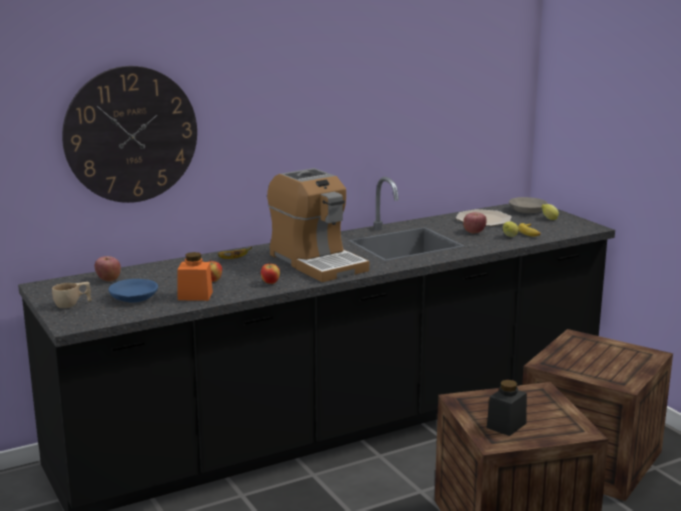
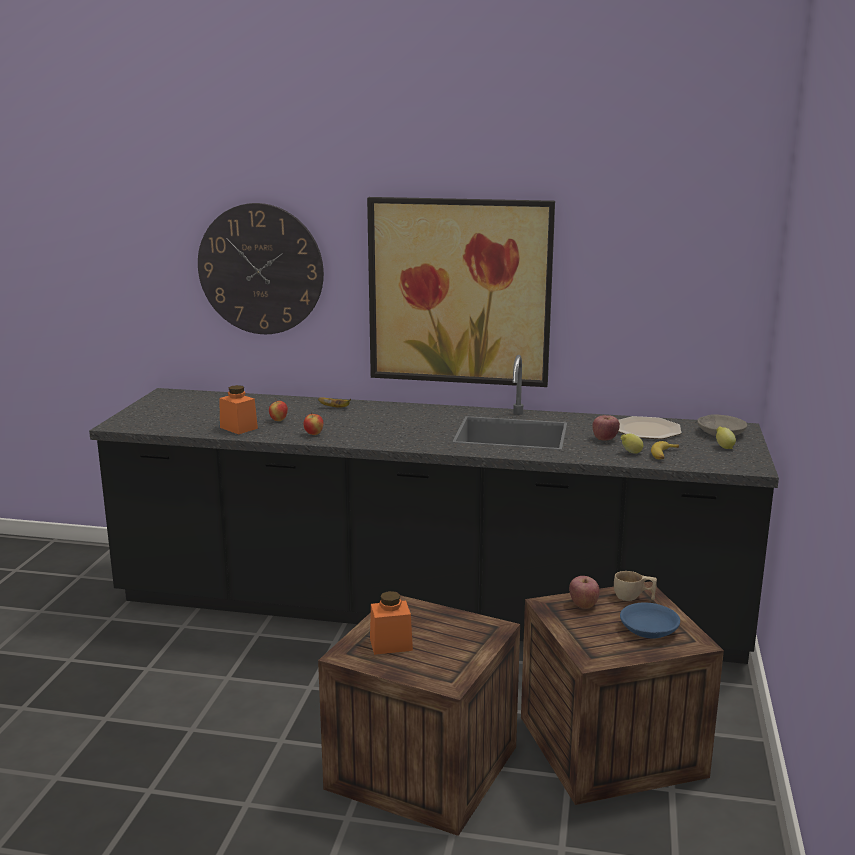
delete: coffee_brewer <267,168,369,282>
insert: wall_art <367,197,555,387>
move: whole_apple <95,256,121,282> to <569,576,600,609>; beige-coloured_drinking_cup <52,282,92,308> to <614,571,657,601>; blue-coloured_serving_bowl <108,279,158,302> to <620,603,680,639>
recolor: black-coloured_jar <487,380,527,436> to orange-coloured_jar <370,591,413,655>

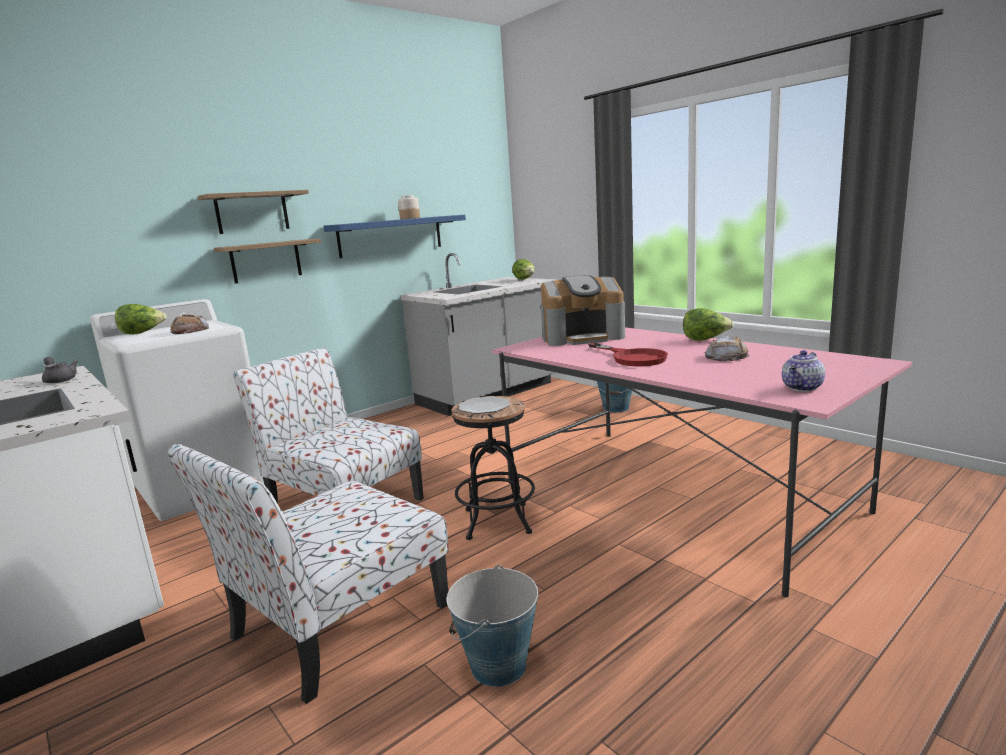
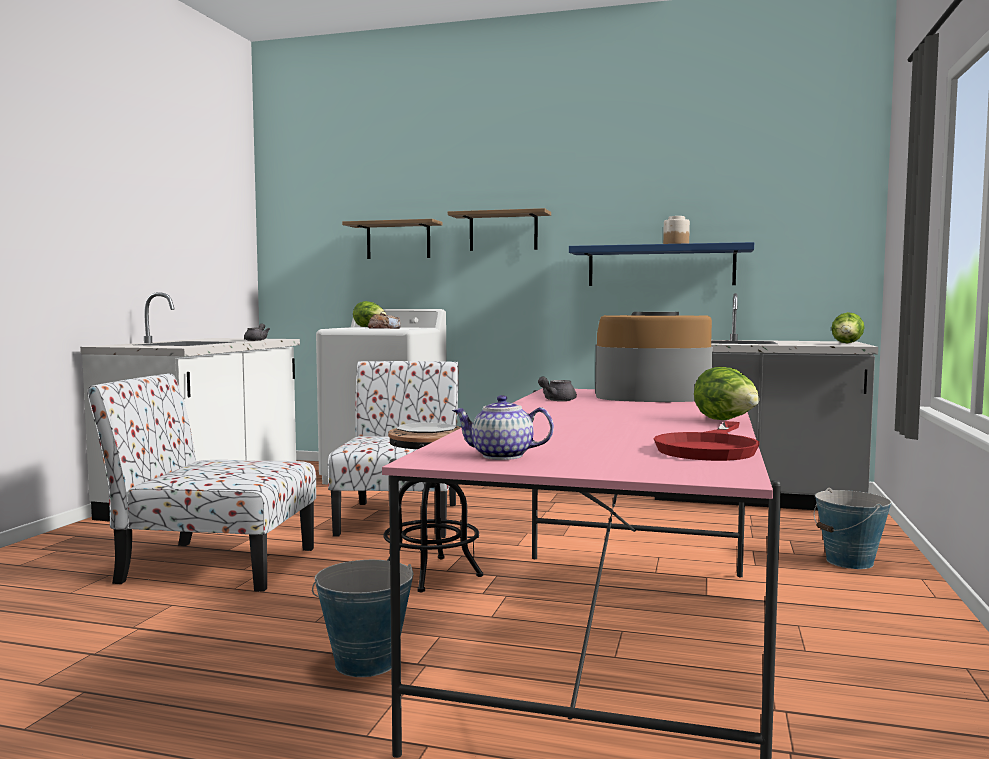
delete: bread <705,335,750,361>
insert: gray_teapot <538,377,577,401>
move: bucket <447,565,538,687> to <312,560,413,677>; shelf <214,239,321,284> to <342,219,443,259>; red-coloured_skillet <588,343,668,366> to <654,421,760,461>
rotate: coffee_brewer <541,275,625,346> = <595,312,713,402> 135 degrees clockwise

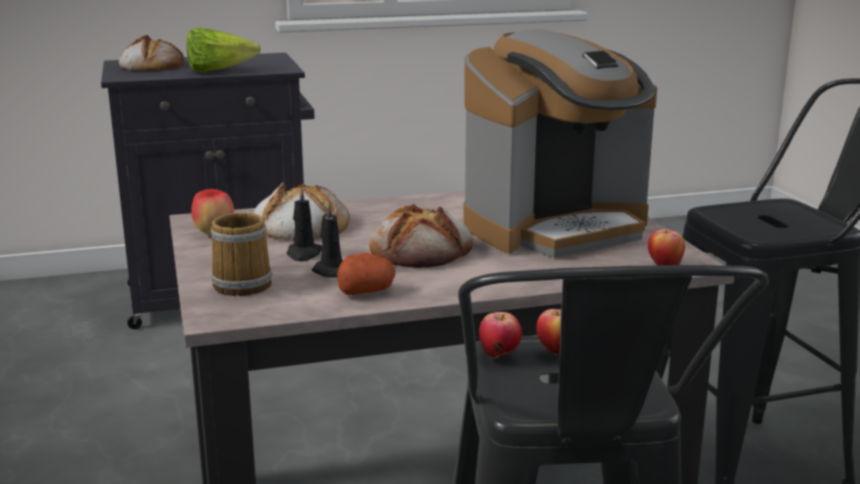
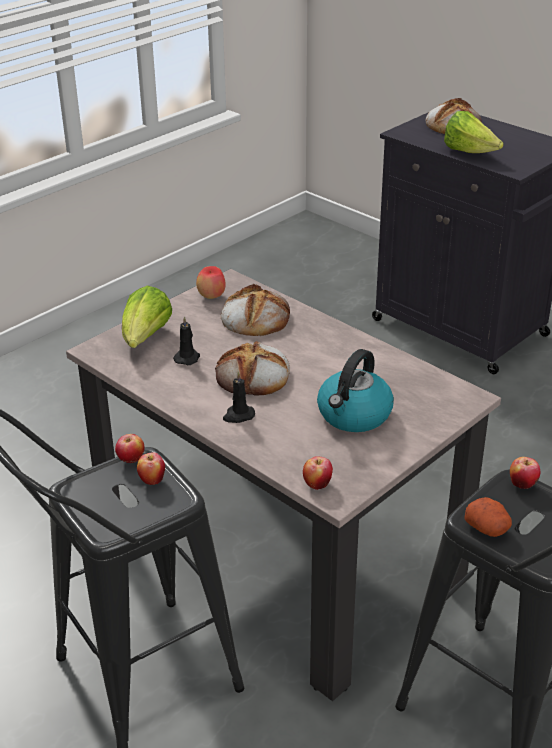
insert: whole_apple <510,457,540,489>
move: black-coloured_wax_candle <287,187,322,261> to <223,371,255,423>; potato <337,253,395,295> to <464,497,512,537>
replace: mug <211,212,273,296> to lettuce_head <122,286,172,348>; coffee_brewer <464,29,657,258> to water_kettle <317,349,394,432>

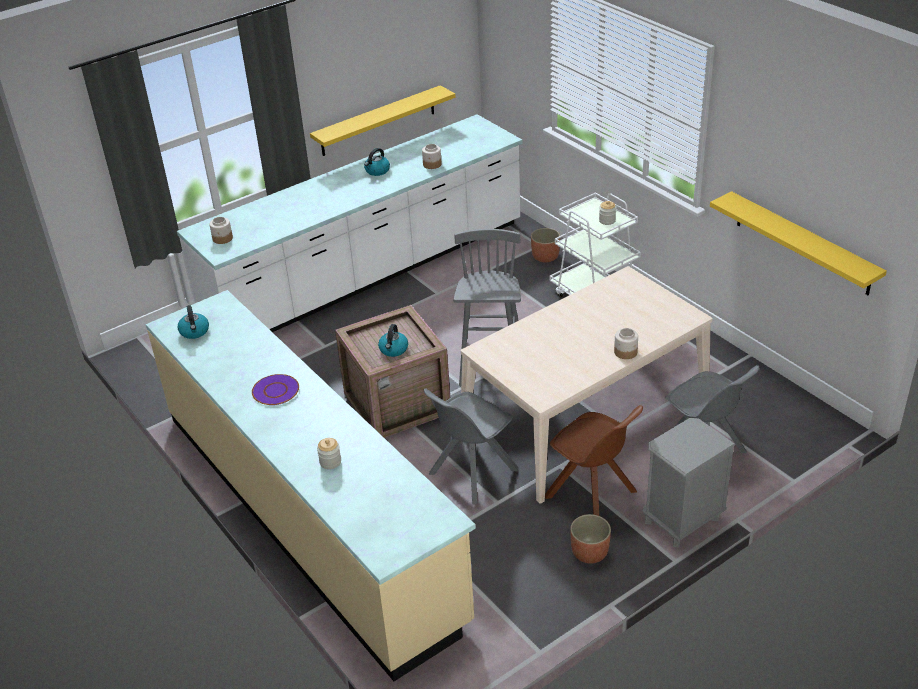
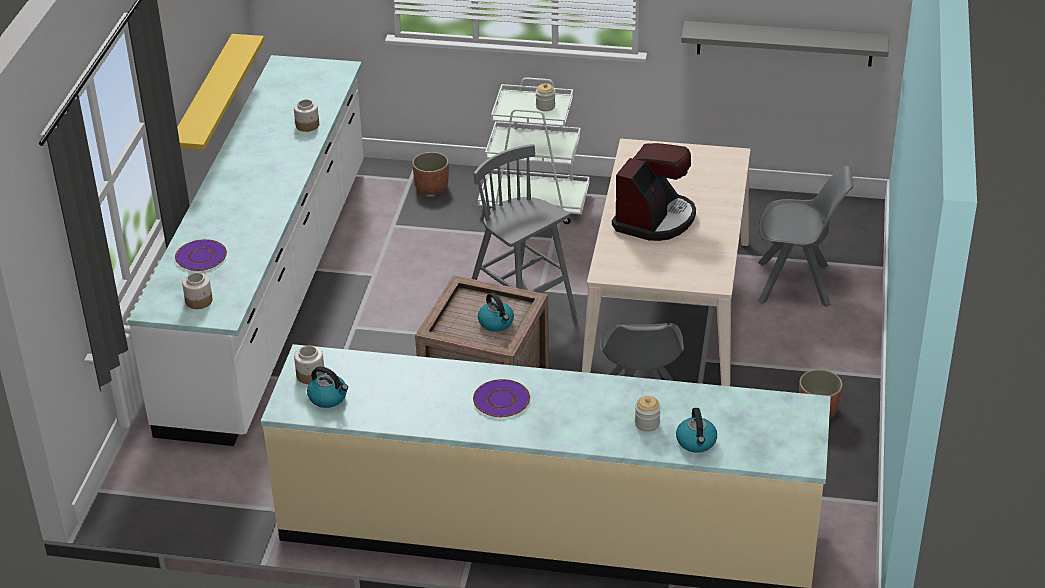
delete: brown-coloured_chair <545,405,643,516>; gray_bedside_table <643,418,735,547>
insert: purple_dinner_plate <175,239,227,271>; coffee_brewer <612,143,696,241>
move: jar <614,328,638,359> to <294,346,325,384>; water_kettle <364,148,390,176> to <676,408,717,453>
recolor: yellow-coloured_shelf <710,191,887,295> to gray_shelf <681,21,889,66>

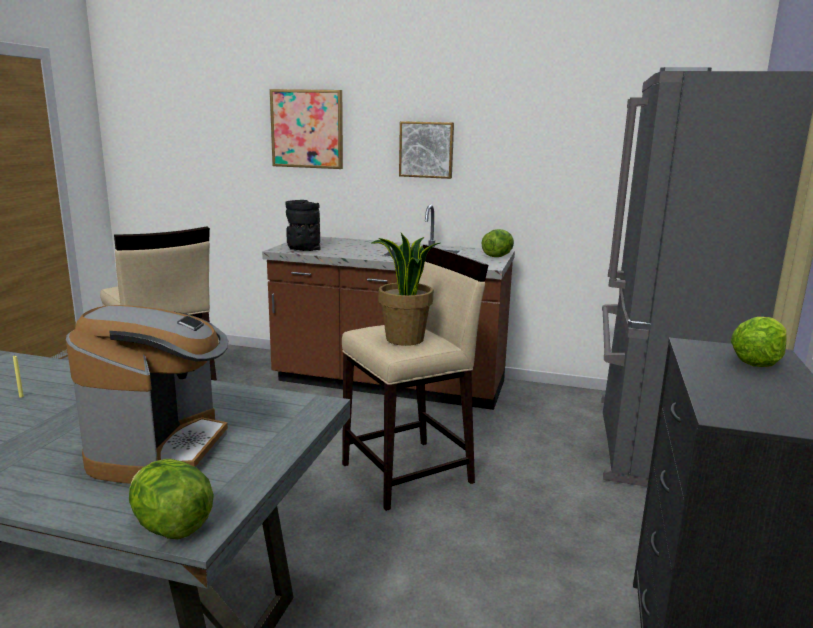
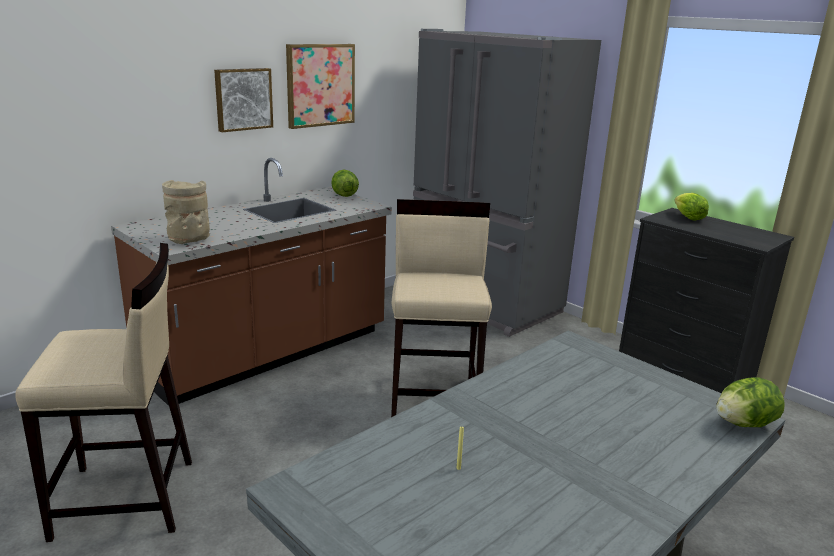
delete: coffee_brewer <66,305,228,484>; potted_plant <372,233,440,346>
move: wall_art <270,89,343,169> to <286,44,355,129>
recolor: black-coloured_flower_vase <286,200,320,251> to beige-coloured_flower_vase <162,180,210,244>

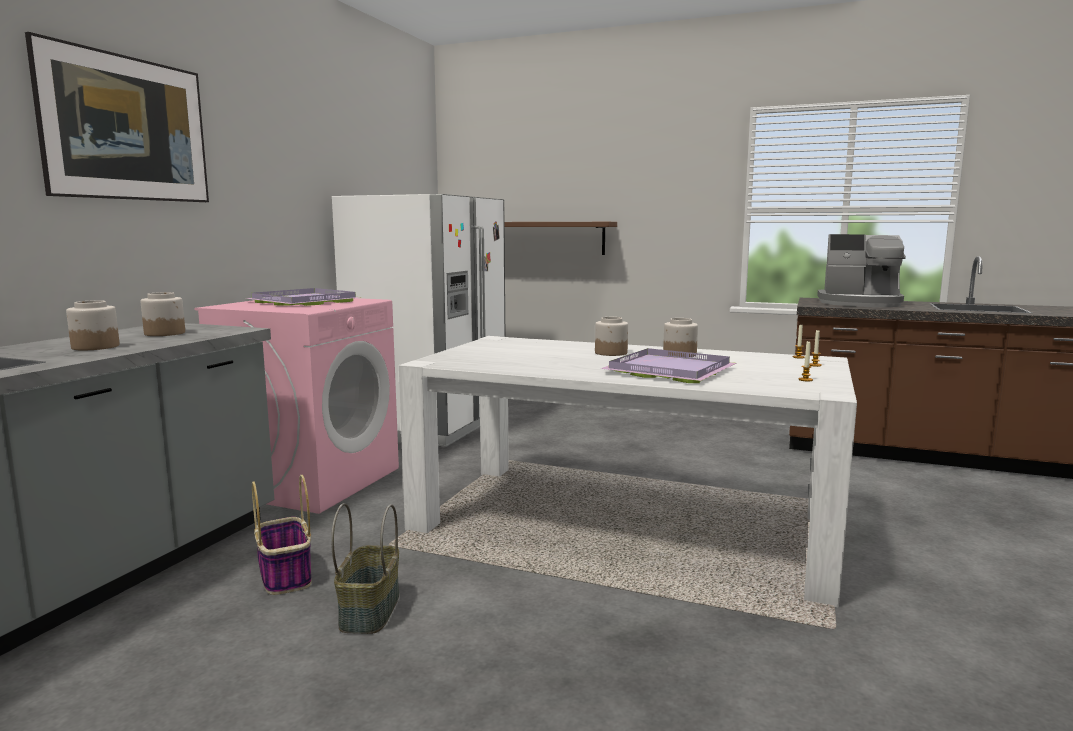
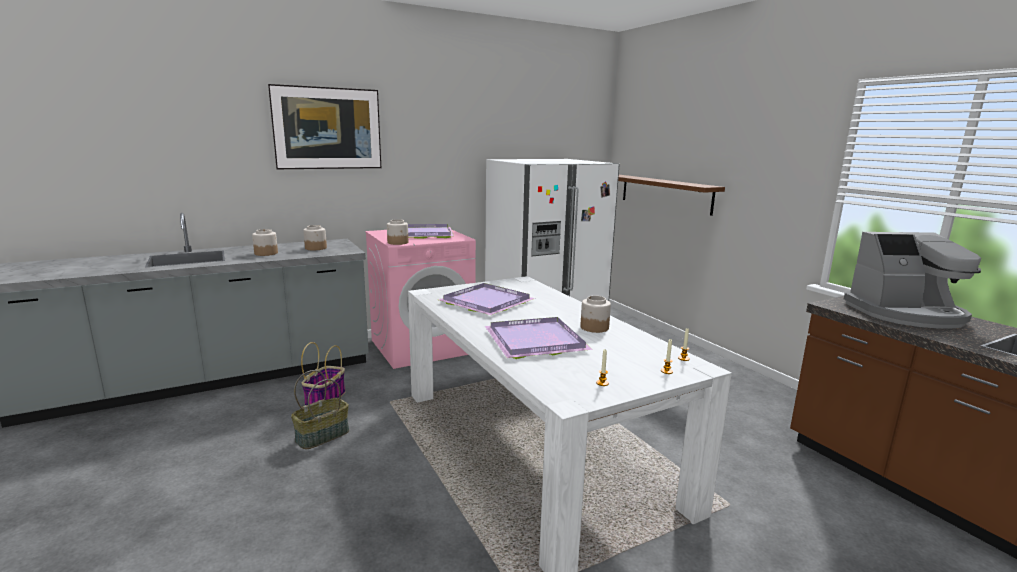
insert: purple_tray <438,283,535,315>
move: jar <595,317,628,356> to <387,219,408,245>
rotate: coffee_brewer <817,234,906,307> = <844,232,981,329> 60 degrees counterclockwise

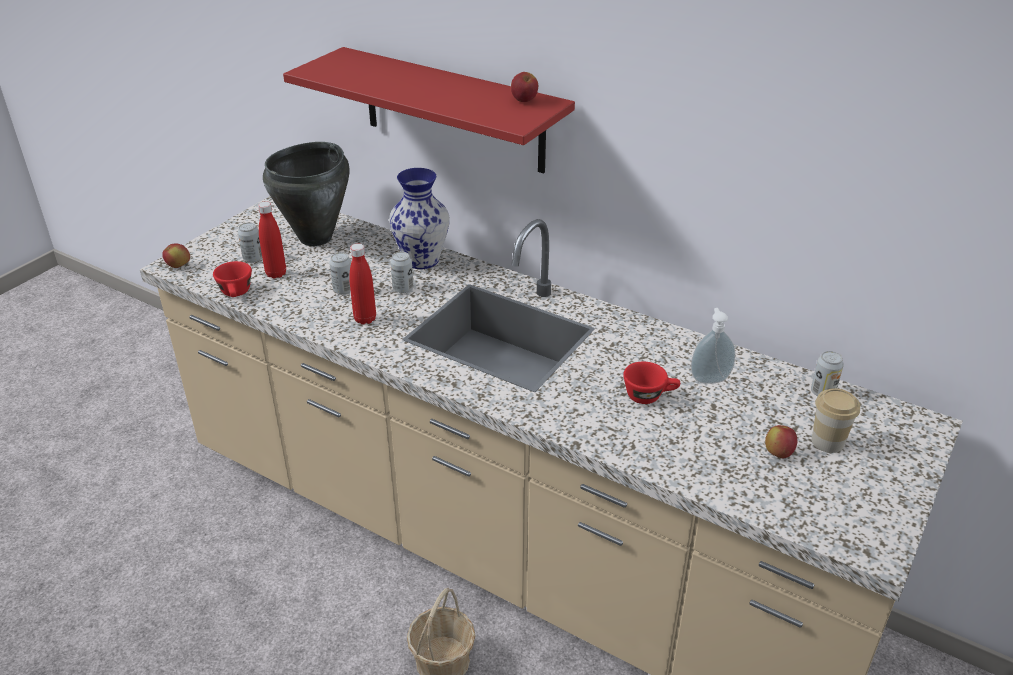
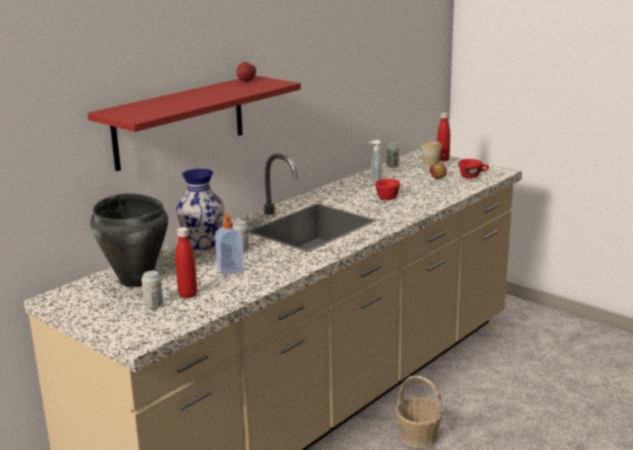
delete: whole_apple <162,243,190,268>
move: red-coloured_bottle <349,244,376,325> to <437,112,450,161>; red-coloured_drinking_cup <213,261,252,297> to <458,159,489,178>
replace: can <329,252,351,294> to soap_dispenser <215,213,244,275>

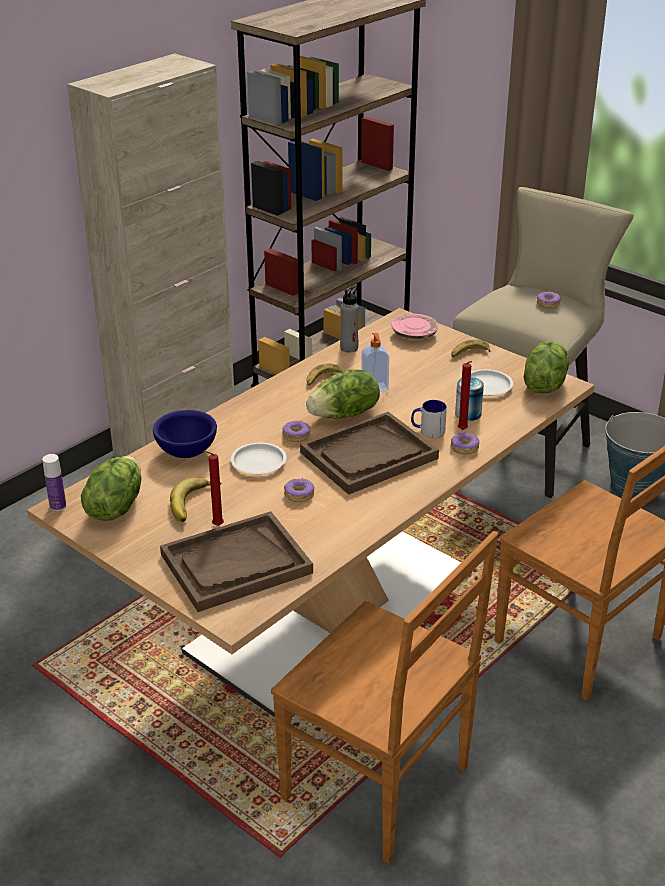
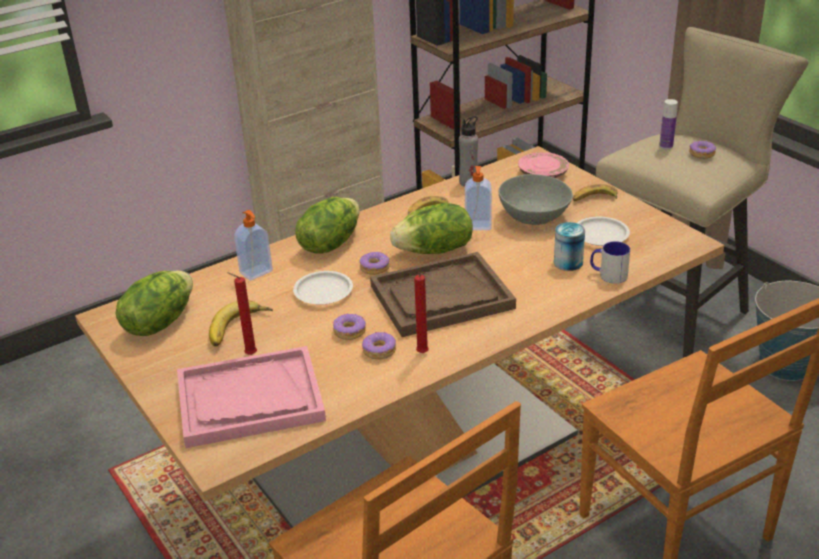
insert: gray_serving_bowl <498,174,573,225>
move: lettuce_head <524,341,569,394> to <295,197,360,254>; donut <451,432,480,454> to <362,331,396,360>; red-coloured_wax_candle <458,361,472,430> to <414,273,429,353>; mug <411,400,447,438> to <590,241,630,284>; bottle <42,454,66,511> to <659,99,678,149>
replace: blue-coloured_serving_bowl <153,410,217,458> to soap_dispenser <234,210,273,281>
recolor: brown-coloured_tray <160,511,313,612> to pinkish_tray <177,346,326,448>

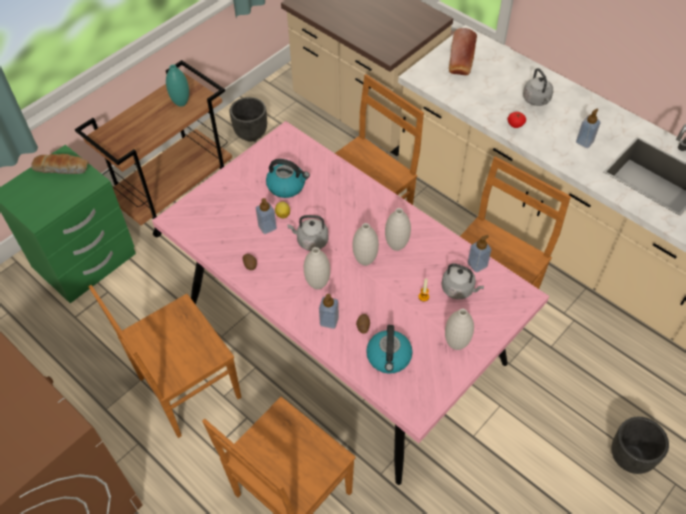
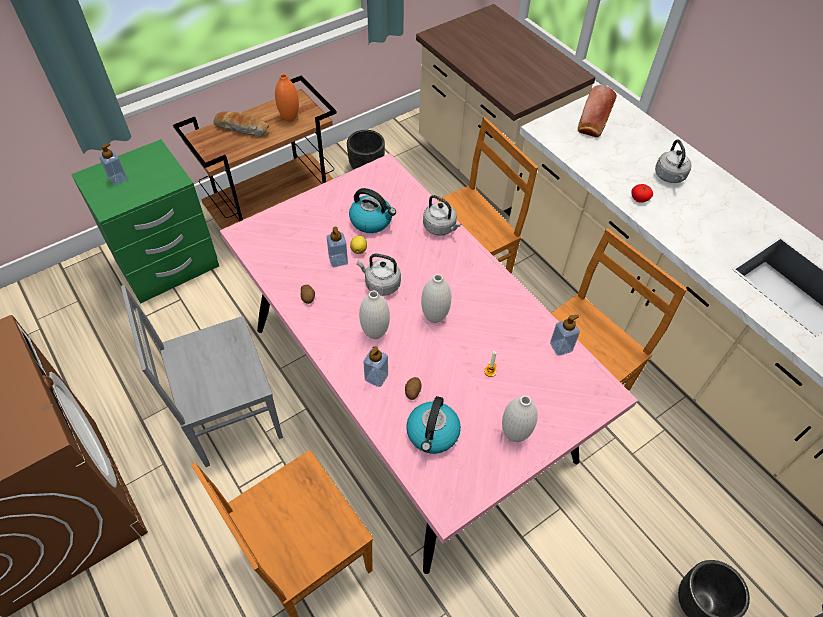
delete: whitish_flower_vase <385,208,411,251>
move: soap_dispenser <576,109,601,148> to <99,143,127,185>; bread <31,154,89,174> to <213,111,269,136>; gray_water_kettle <441,263,484,299> to <423,195,461,236>
recolor: brown-coloured_chair <89,285,241,438> to gray_chair <121,285,283,467>; blue-green_flower_vase <166,64,189,107> to orange-coloured_flower_vase <275,74,299,122>

